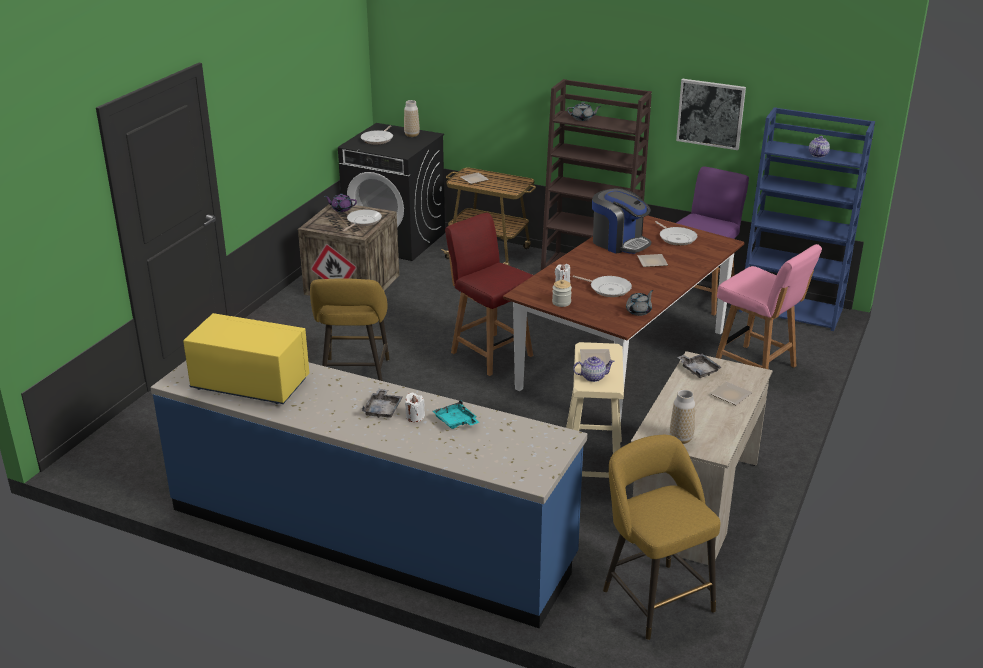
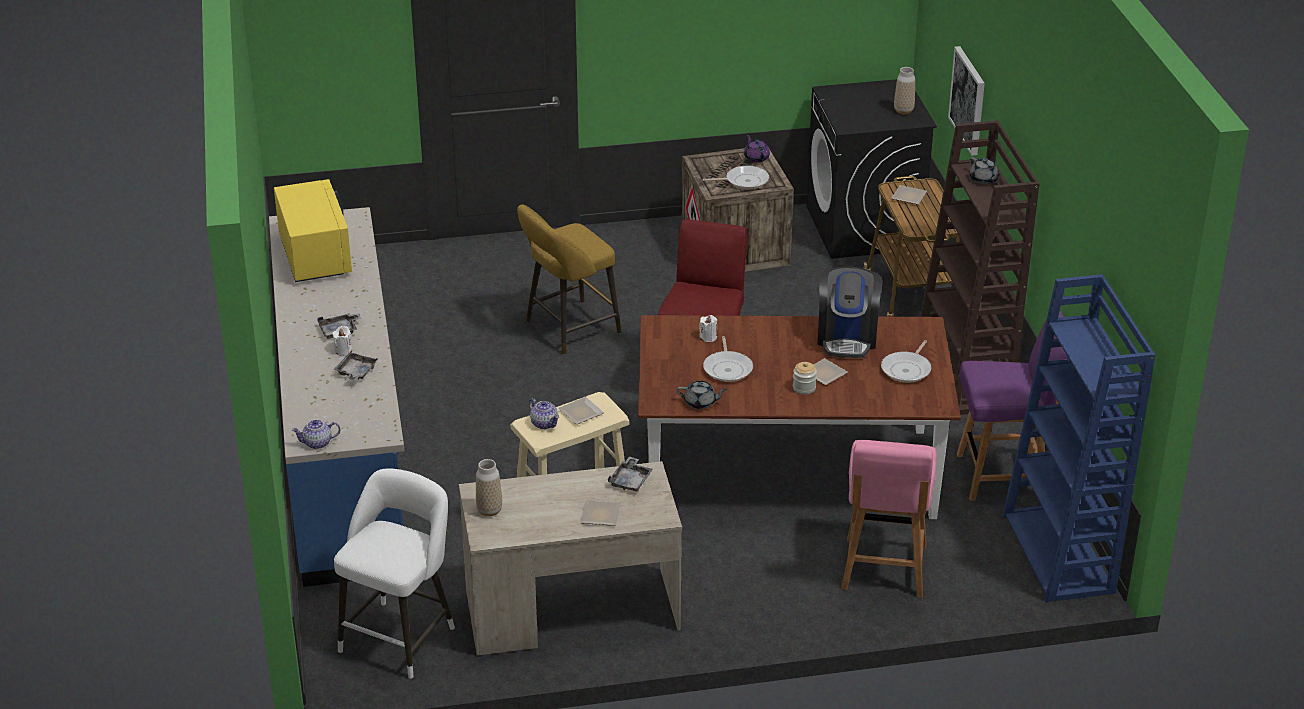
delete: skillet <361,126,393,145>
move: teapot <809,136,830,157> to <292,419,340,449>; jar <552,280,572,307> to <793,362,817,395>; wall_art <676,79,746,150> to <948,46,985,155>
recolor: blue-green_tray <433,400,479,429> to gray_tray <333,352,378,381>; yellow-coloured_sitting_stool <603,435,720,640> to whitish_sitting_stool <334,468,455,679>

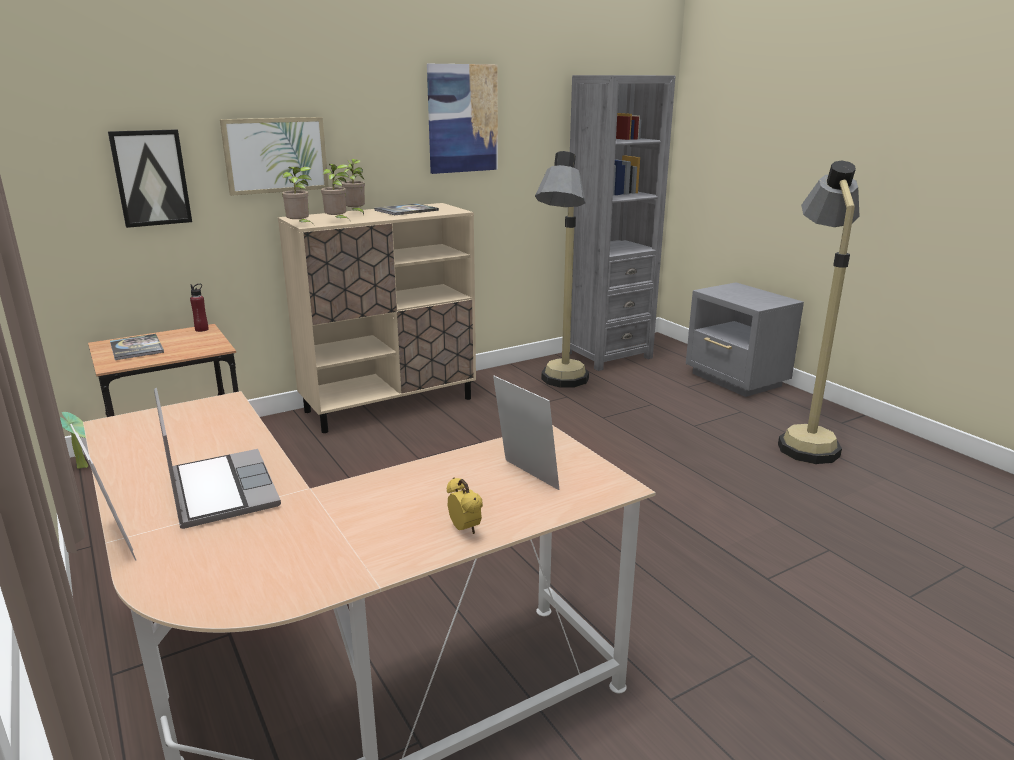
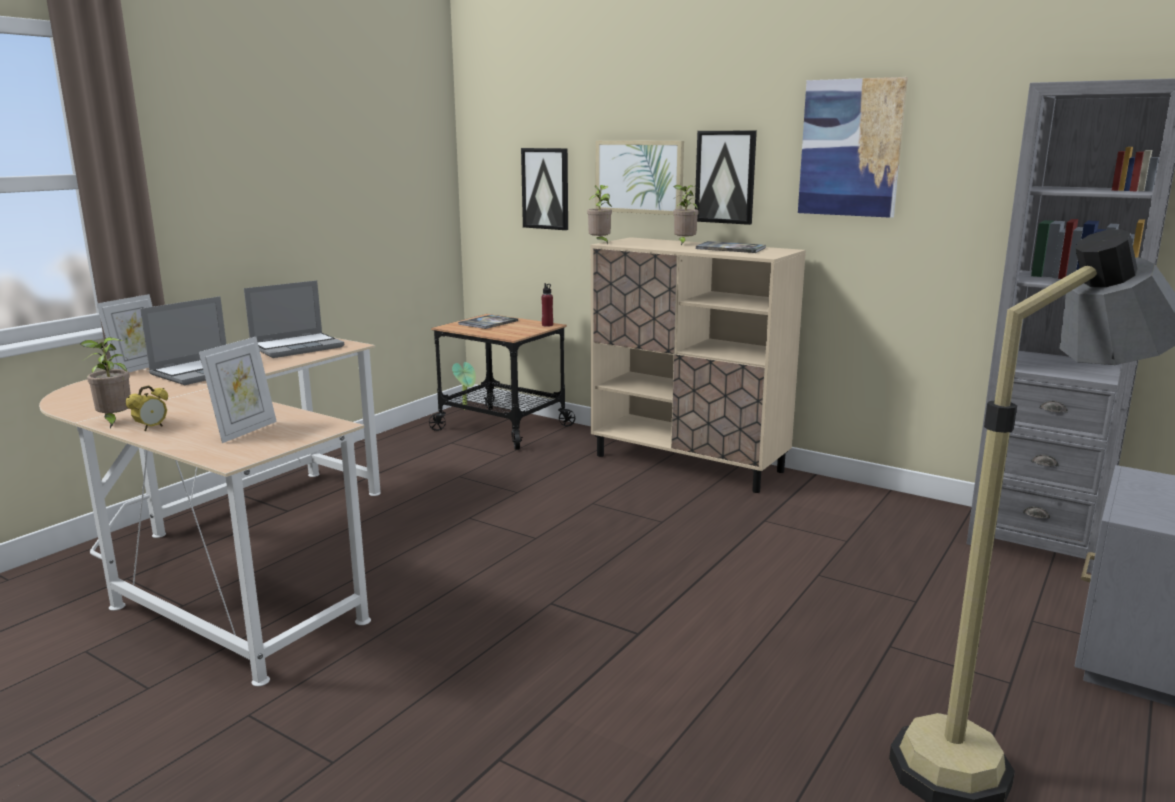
delete: standing_lamp <535,151,589,388>
insert: portable_computer <244,280,344,358>; wall_art <695,131,757,225>
move: potted_plant <321,164,350,220> to <80,337,131,428>

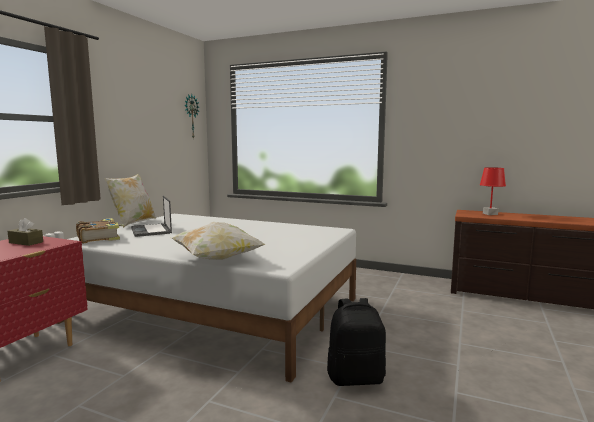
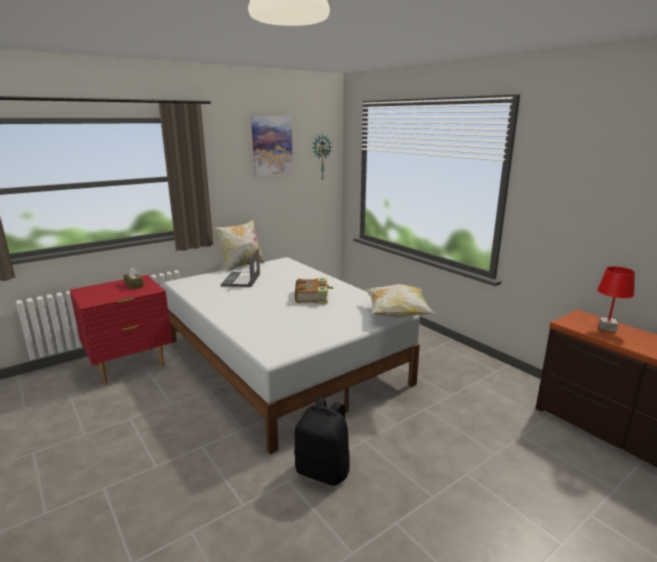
insert: wall_art <251,115,293,177>
move: book <76,218,124,244> to <295,278,334,304>; pillow <172,222,266,260> to <365,284,434,317>

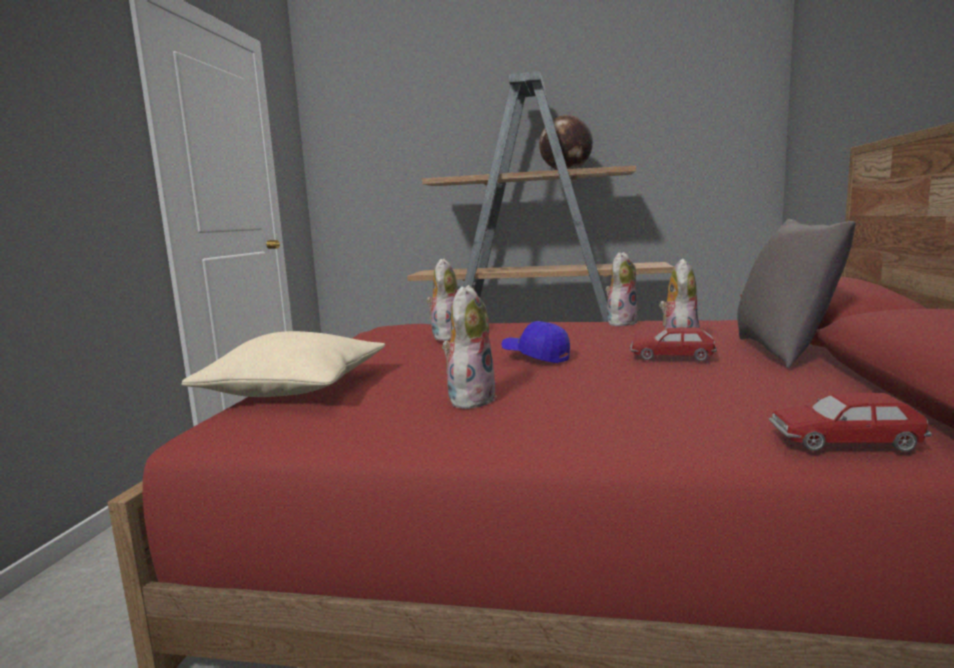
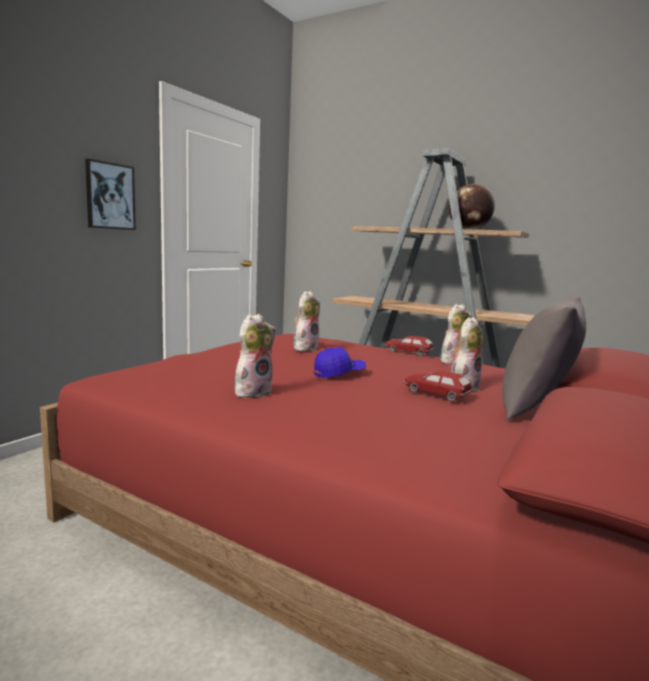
delete: beige-coloured_pillow <181,331,385,397>
insert: wall_art <85,159,136,230>
move: model_car <769,393,932,452> to <384,336,434,356>
rotate: blue-coloured_baseball_cap <502,321,570,363> = <314,347,366,378> 90 degrees clockwise

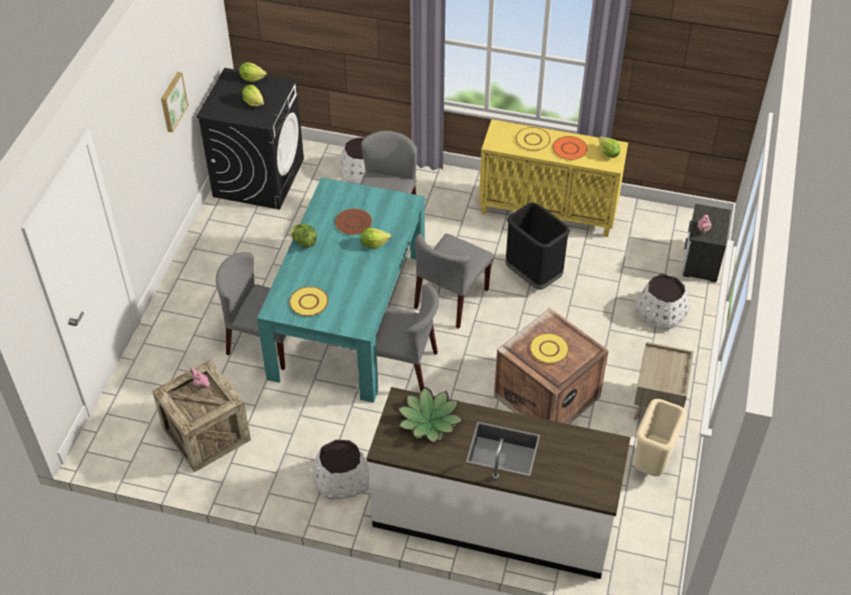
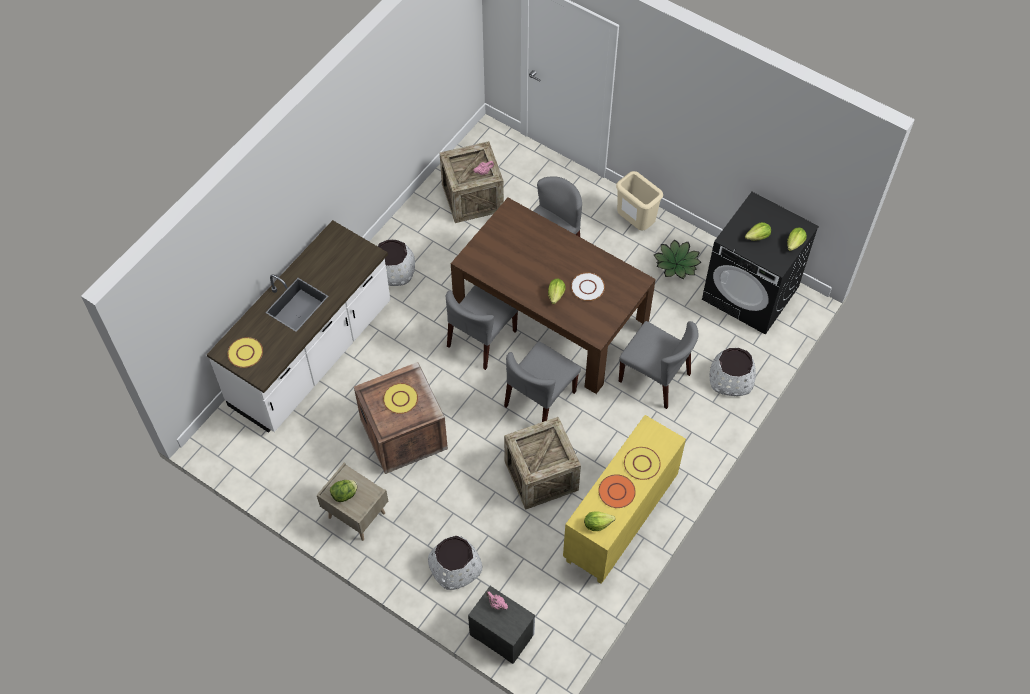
delete: wall_art <161,72,188,133>
move: yellow-coloured_dinner_plate <289,286,328,316> to <228,337,263,368>; lettuce_head <290,223,317,248> to <330,480,358,502>; beige-coloured_trash_can <634,399,687,477> to <616,171,663,230>; potted_plant <397,387,464,443> to <654,239,701,279>
replace: black-coloured_trash_can <506,202,570,290> to shipping_crate <504,417,581,510>
recolor: blue-green_dining_table <257,177,425,403> to brown-coloured_dining_table <451,198,656,394>; brown-coloured_dinner_plate <335,208,372,235> to whitish_dinner_plate <571,272,605,301>
rotate: gray_chair <414,234,494,329> = <504,341,581,422> 105 degrees counterclockwise

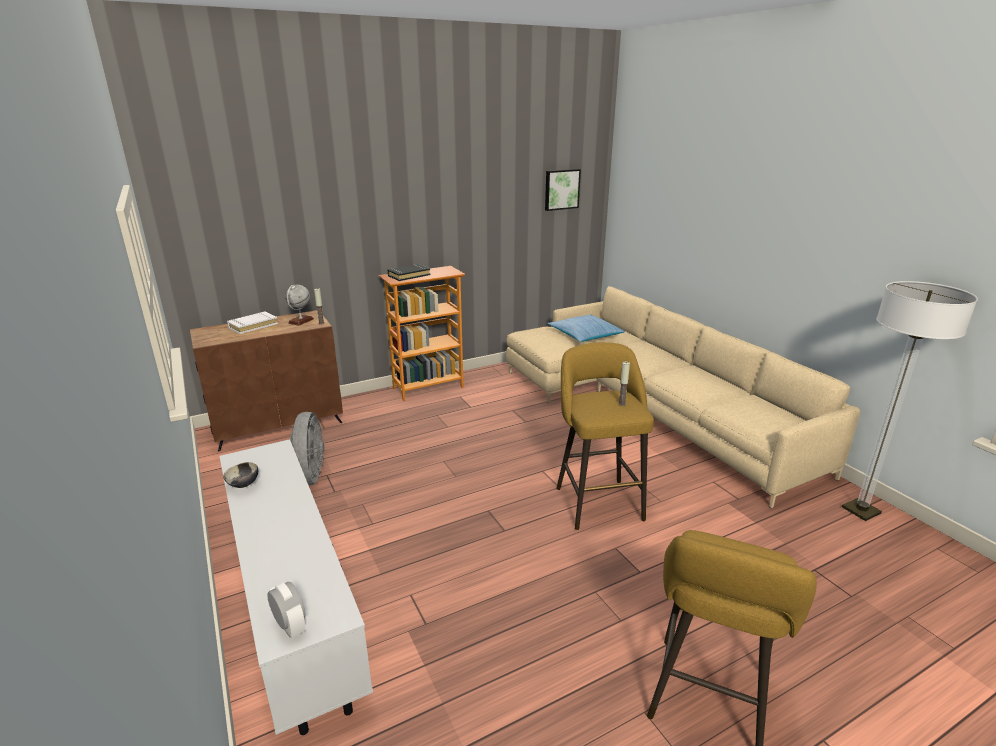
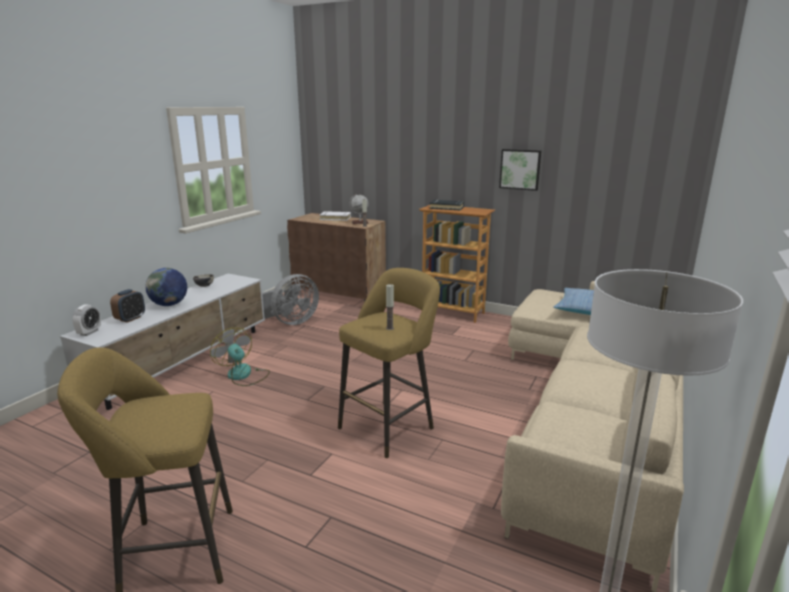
insert: table_clock <110,289,145,323>; desk_globe <145,268,187,306>; fan <210,328,270,386>
move: wall_art <545,169,581,211> to <499,149,541,191>

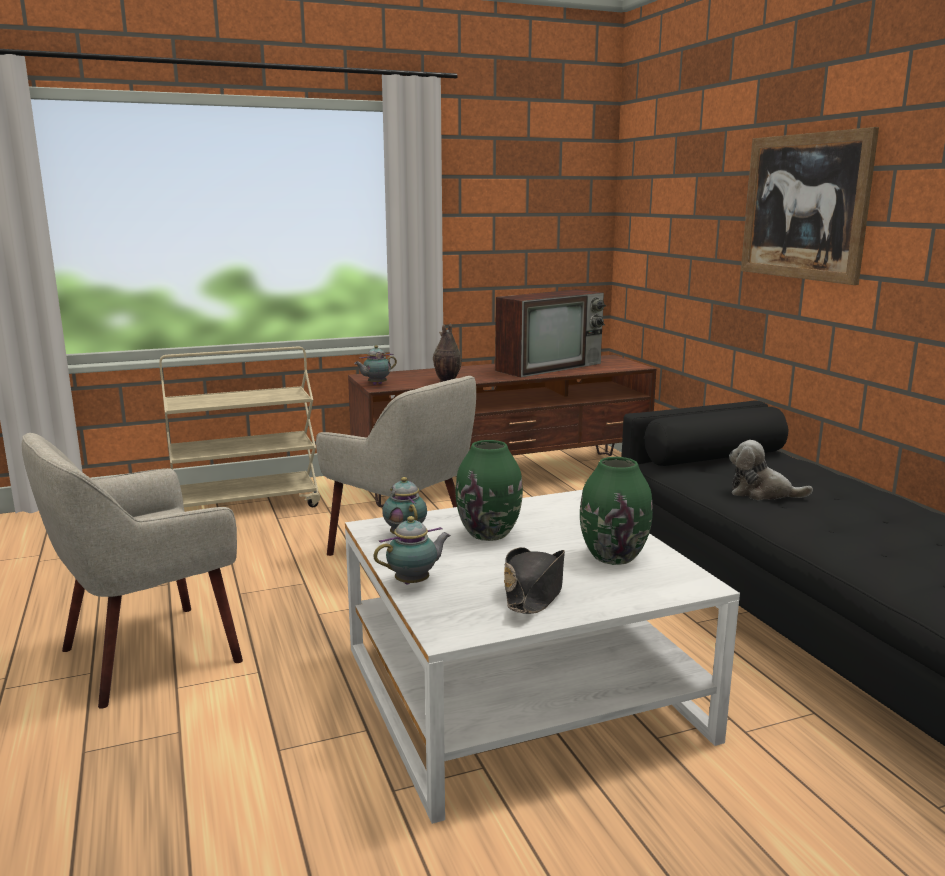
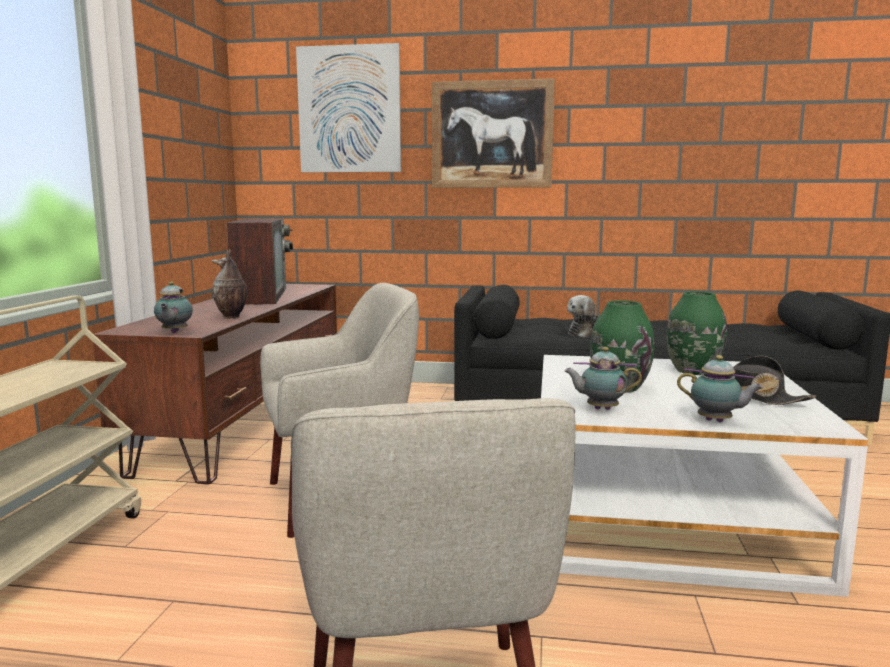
insert: wall_art <296,43,401,172>
rotate: teapot <374,516,451,585> = <677,355,764,422> 120 degrees clockwise

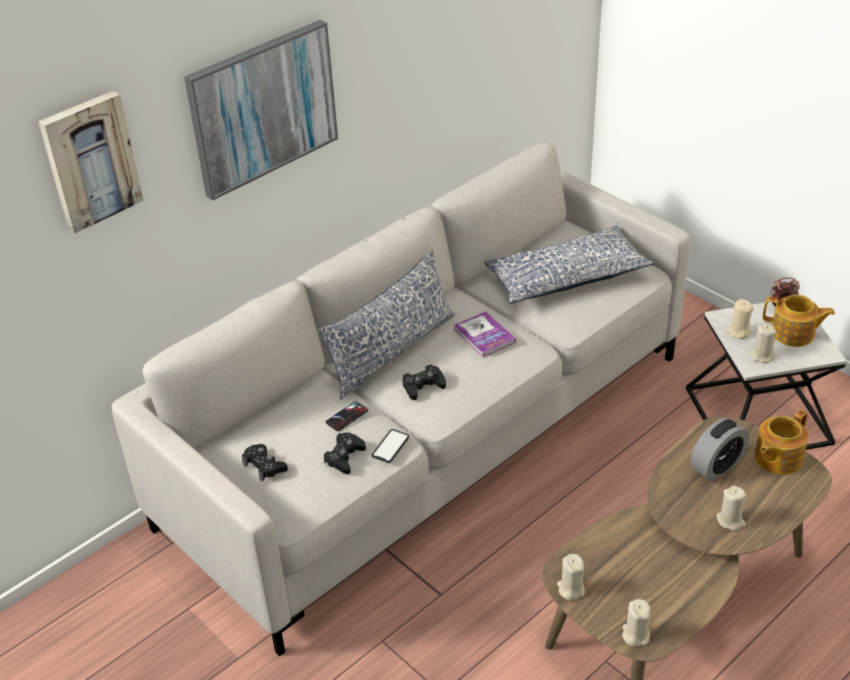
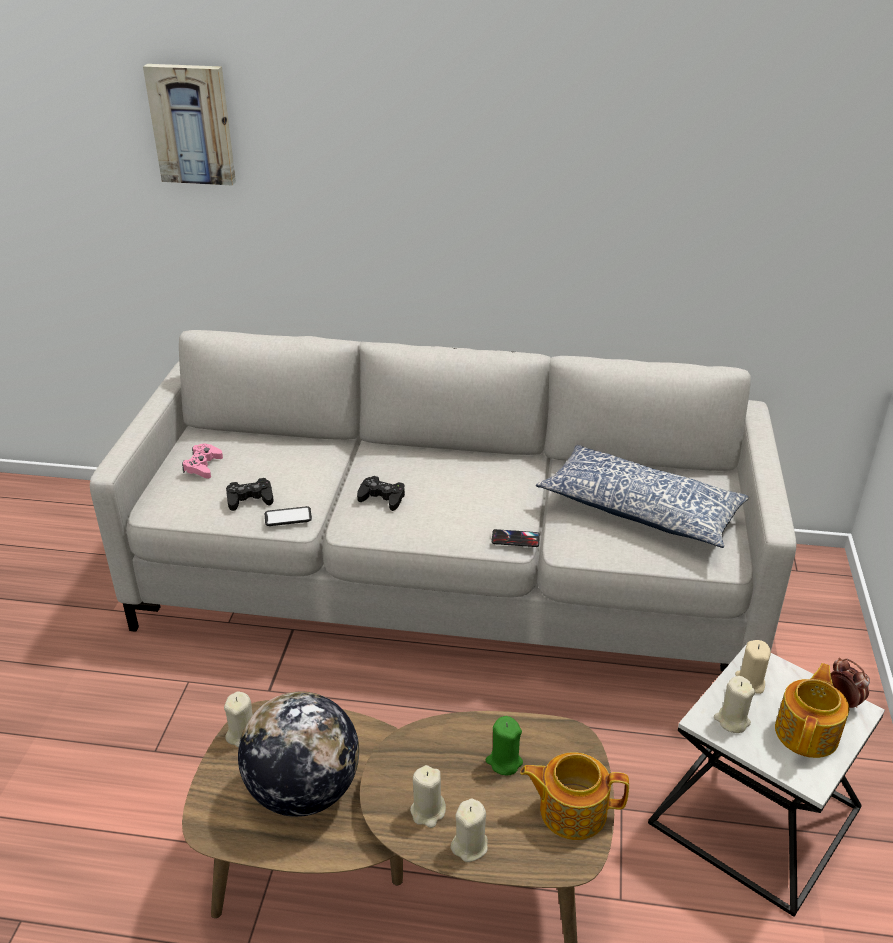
delete: wall_art <184,20,338,201>; pillow <318,250,455,400>; book <454,311,516,357>
insert: desk_globe <238,692,359,817>
move: beige-coloured_wax_candle <622,599,651,647> to <451,799,488,862>; phone <326,401,368,431> to <491,529,540,547>
replace: table_clock <691,418,749,482> to greenish_wax_candle <486,716,523,775>
recolor: black-coloured_gamepad <242,444,288,482> to pinkish_gamepad <182,444,223,478>
rotate: teapot <763,295,835,347> = <775,663,849,758> 135 degrees counterclockwise

